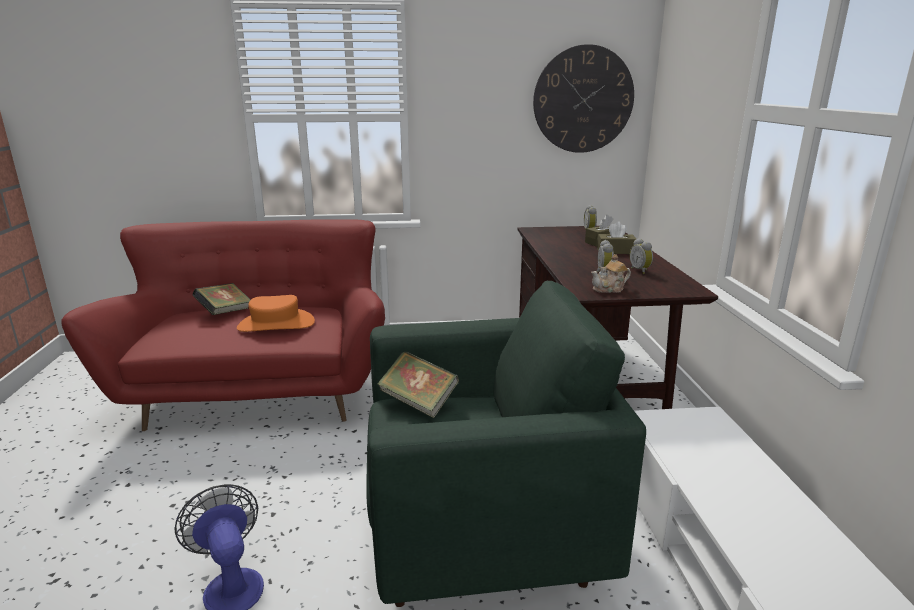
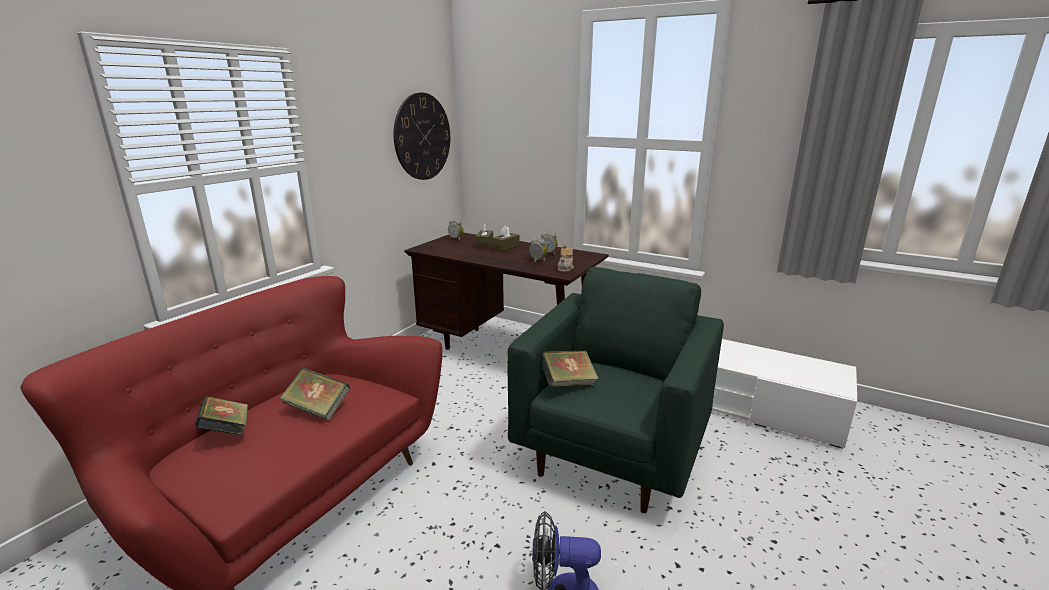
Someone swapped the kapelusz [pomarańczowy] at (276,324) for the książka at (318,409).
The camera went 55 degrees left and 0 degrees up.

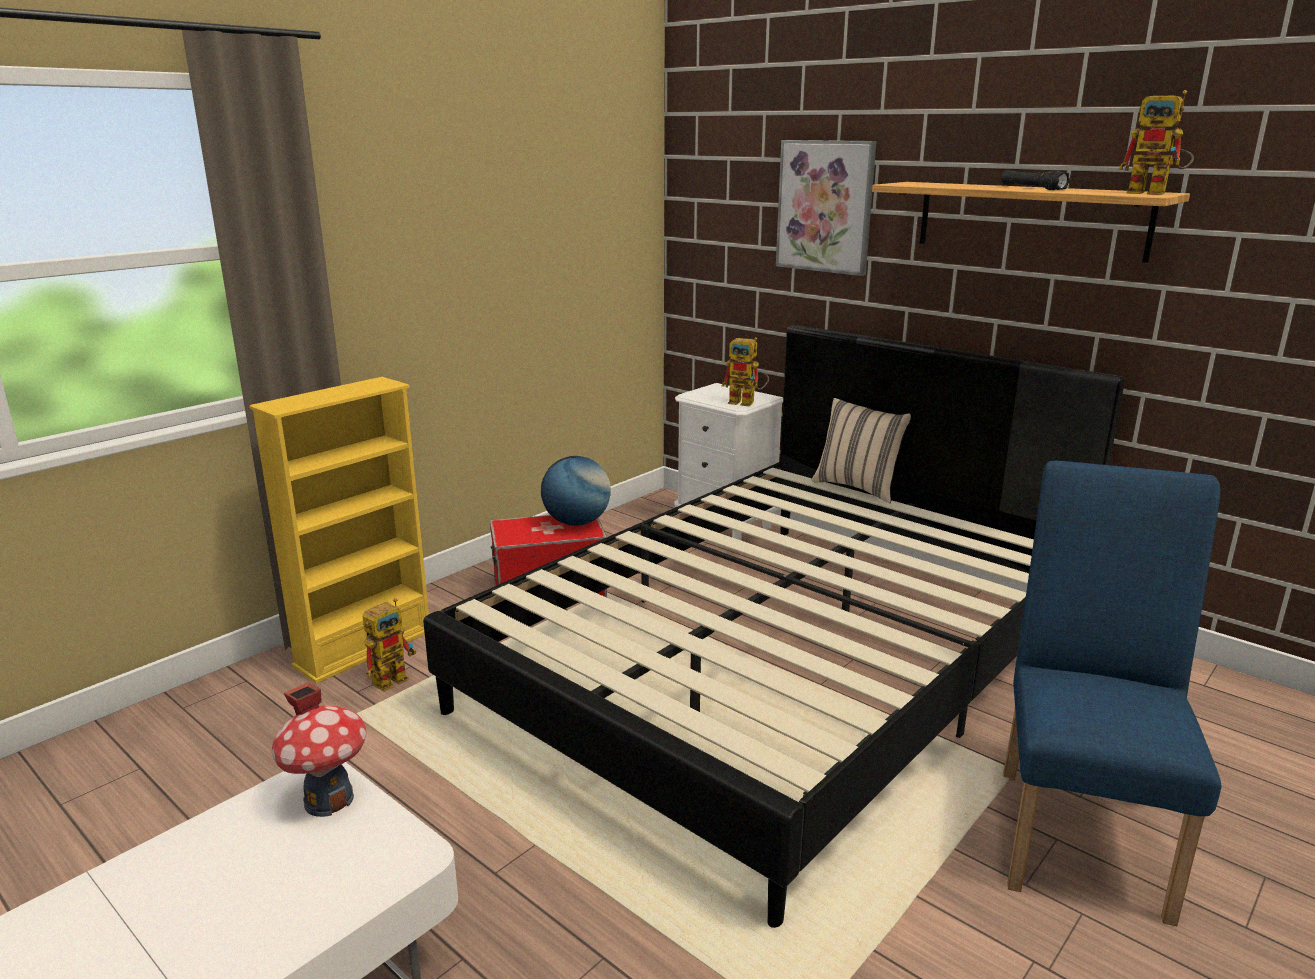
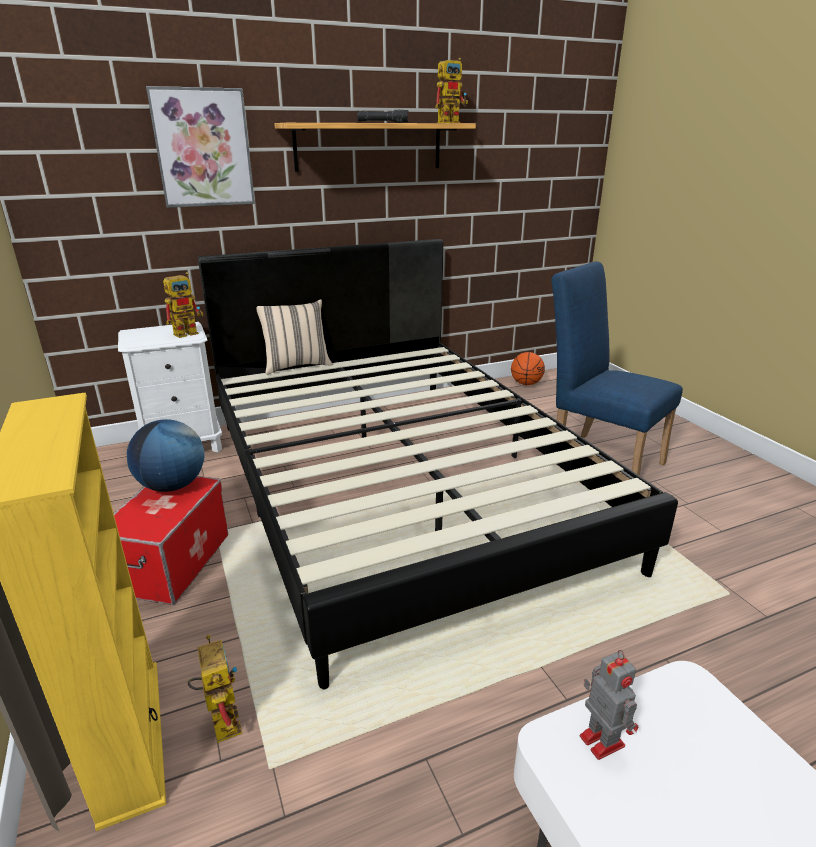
Someone put down the piłka do koszykówki at (526,384).
Someone swapped the domek at (329,800) for the robot zabawkowy at (600,739).
The camera went 65 degrees left and 5 degrees up.

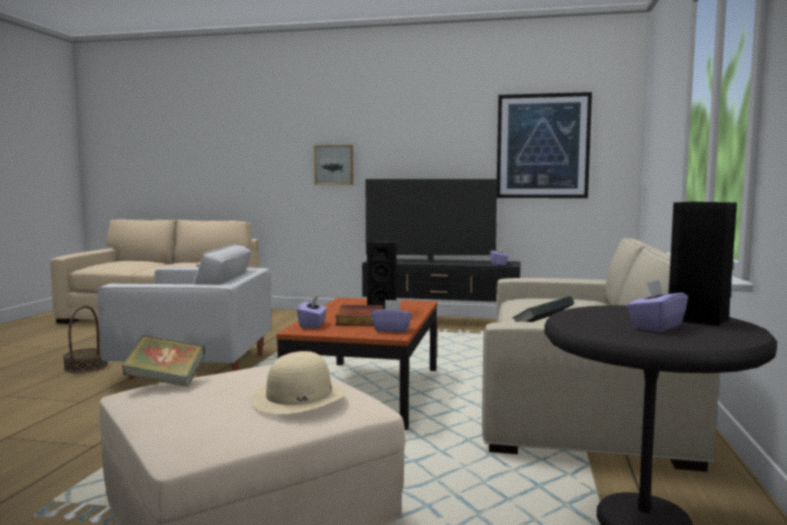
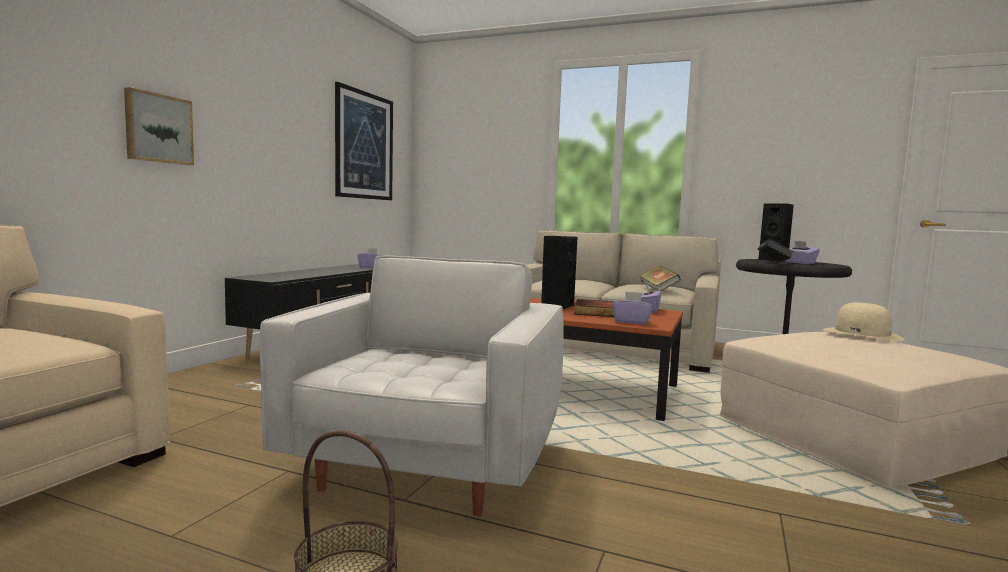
Someone carried the książka from (165,381) to (774,263).
Someone took away the telewizor at (430,261).
The camera went 80 degrees left and 0 degrees up.

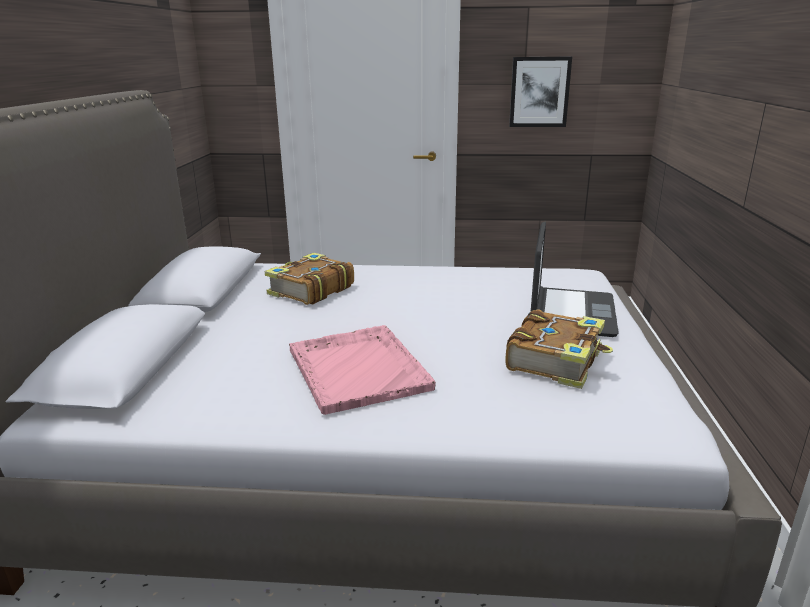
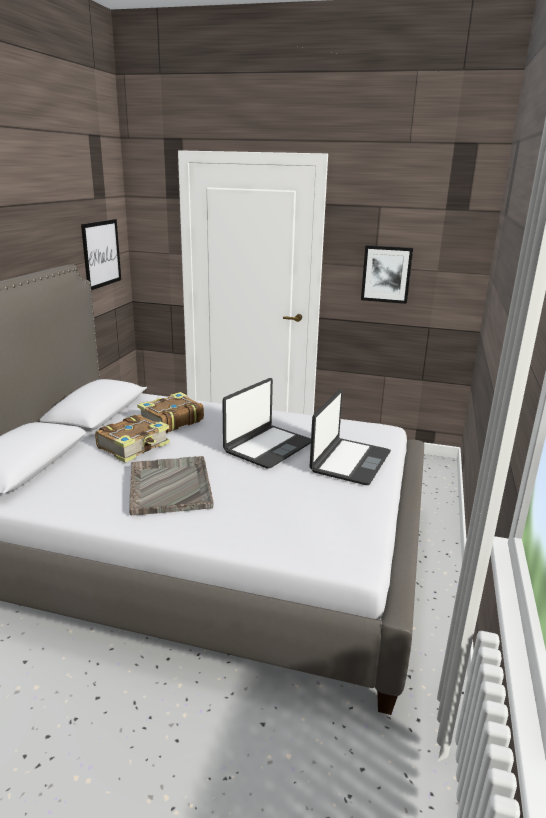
Someone put up the obraz at (101,254).
Someone carried the książka from (556,360) to (134,446).
Someone repainted the taca [różowy] at (357,369), which became the taca [szary] at (170,486).
Someone put down the laptop at (267,447).
The camera went 10 degrees right and 0 degrees up.

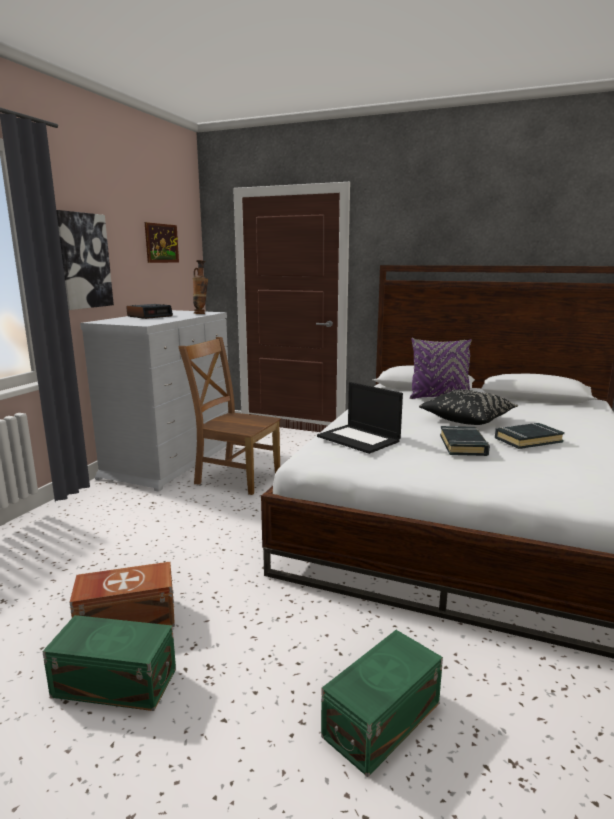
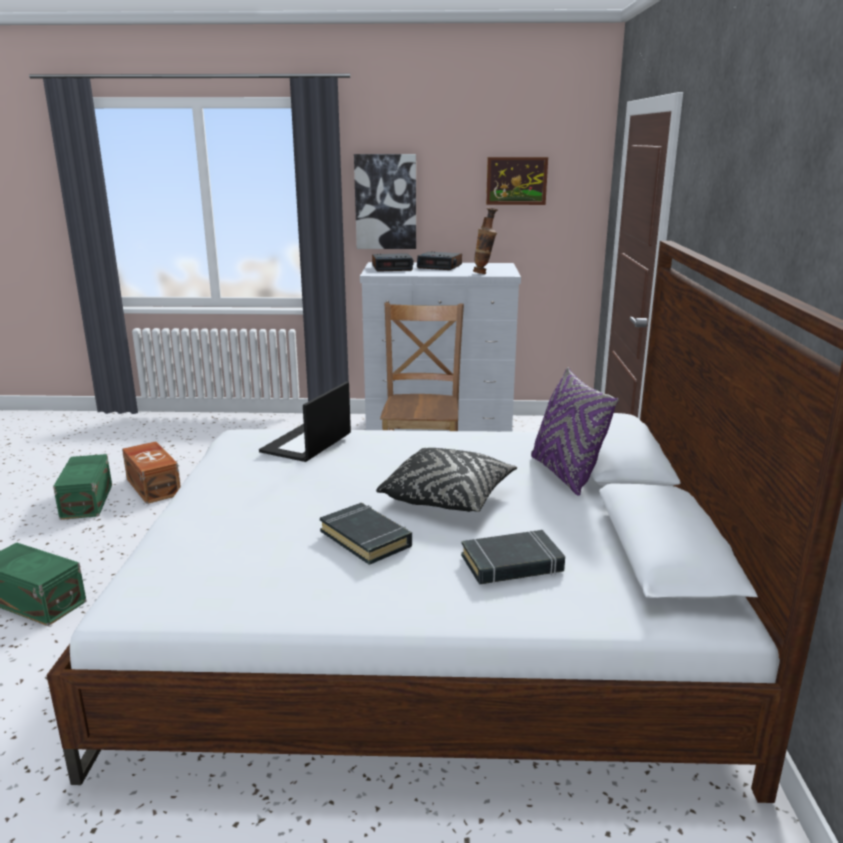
Someone put down the budzik at (392,268).
Someone carried the książka [czarny] from (463,445) to (512,564).
The camera went 70 degrees right and 5 degrees up.

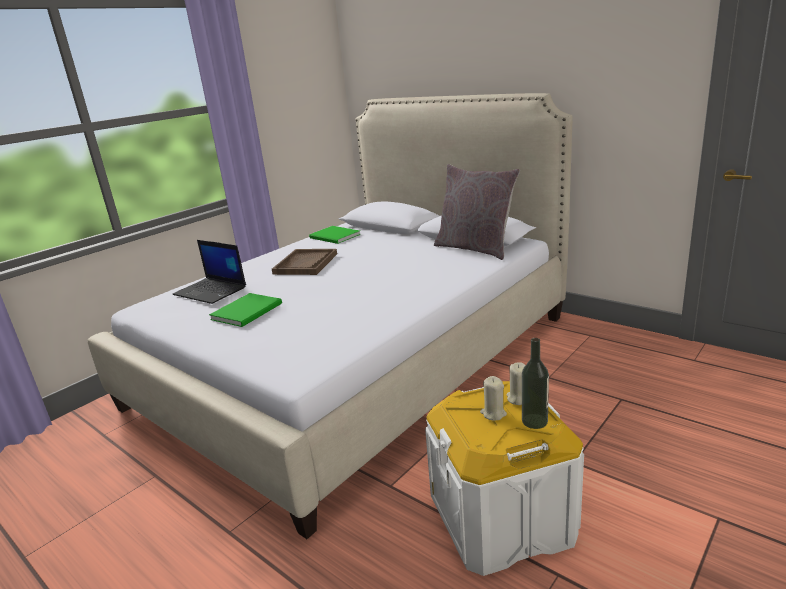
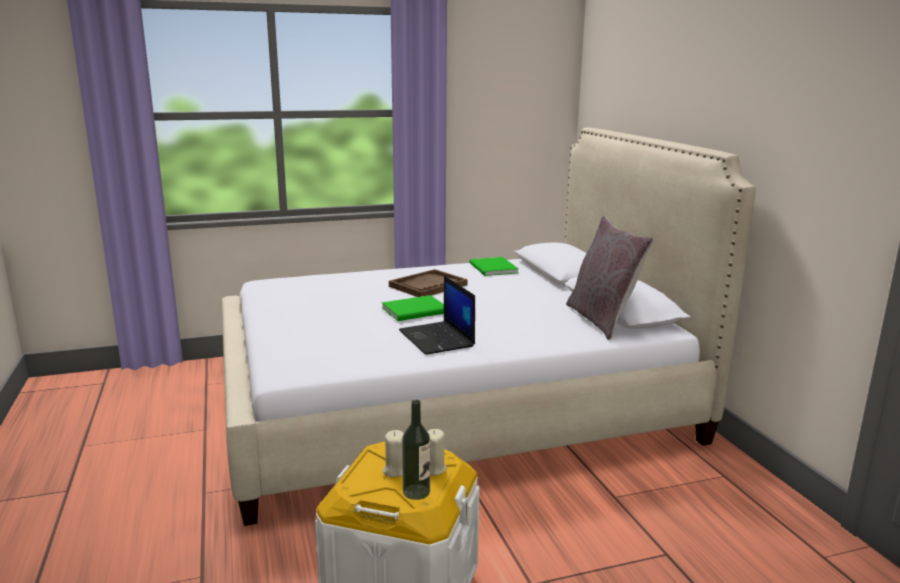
Someone carried the książka [zielony] from (249,311) to (417,310).
Someone carried the laptop from (211,291) to (437,339).
The camera went 30 degrees right and 5 degrees down.

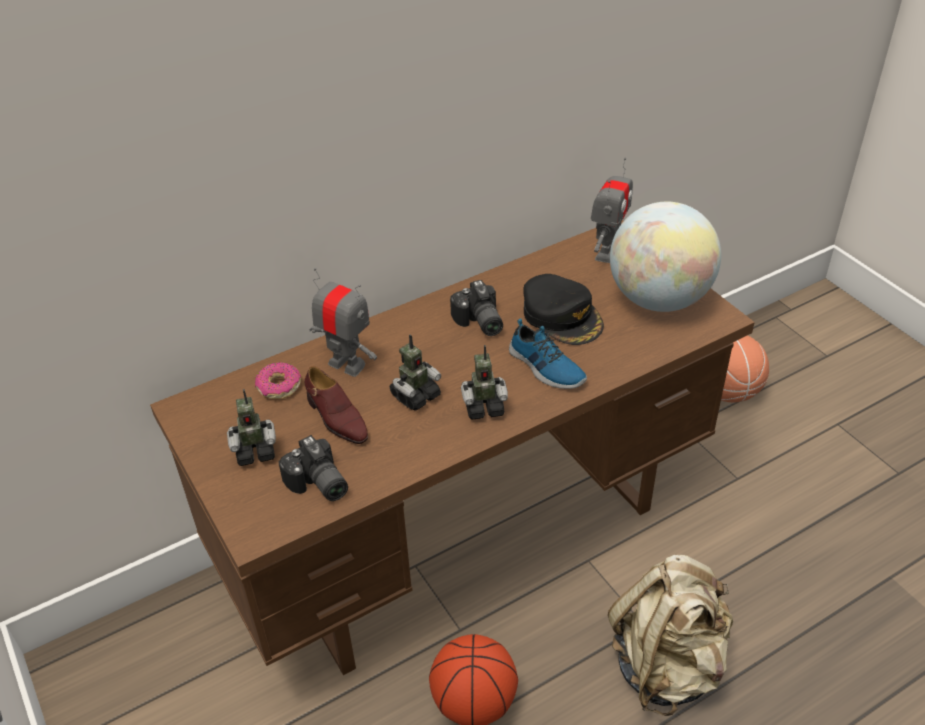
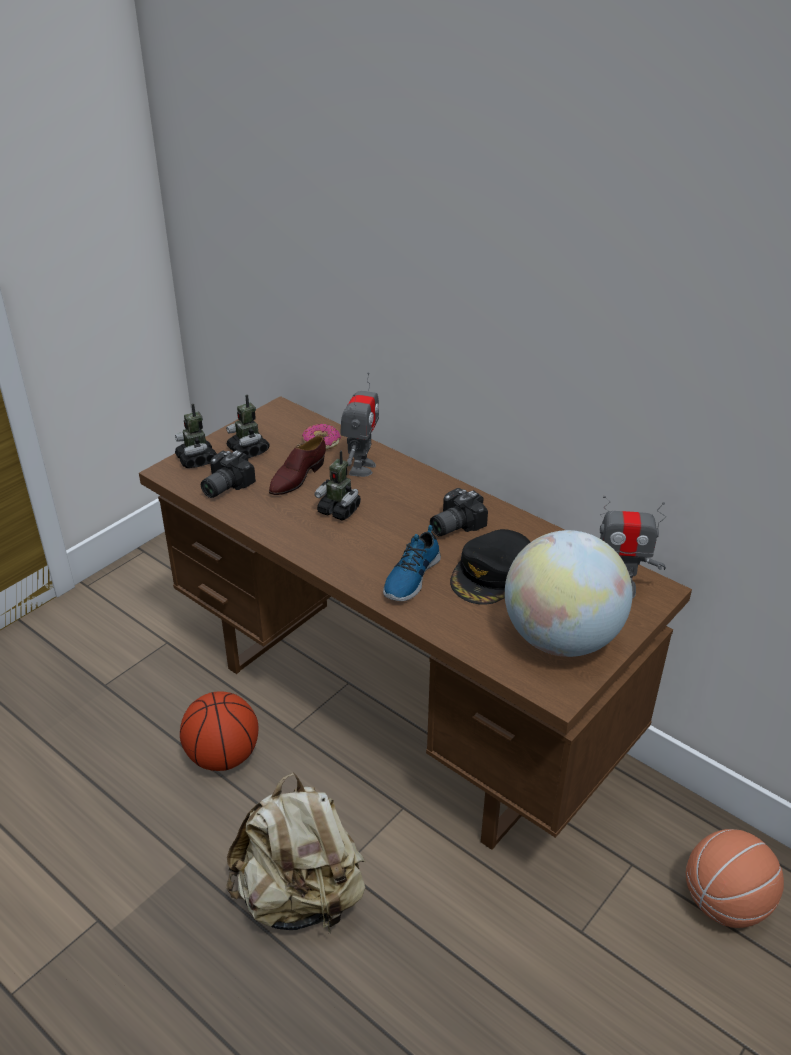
Someone carried the robot zabawkowy from (483,407) to (197,460).
The camera went 70 degrees right and 5 degrees down.

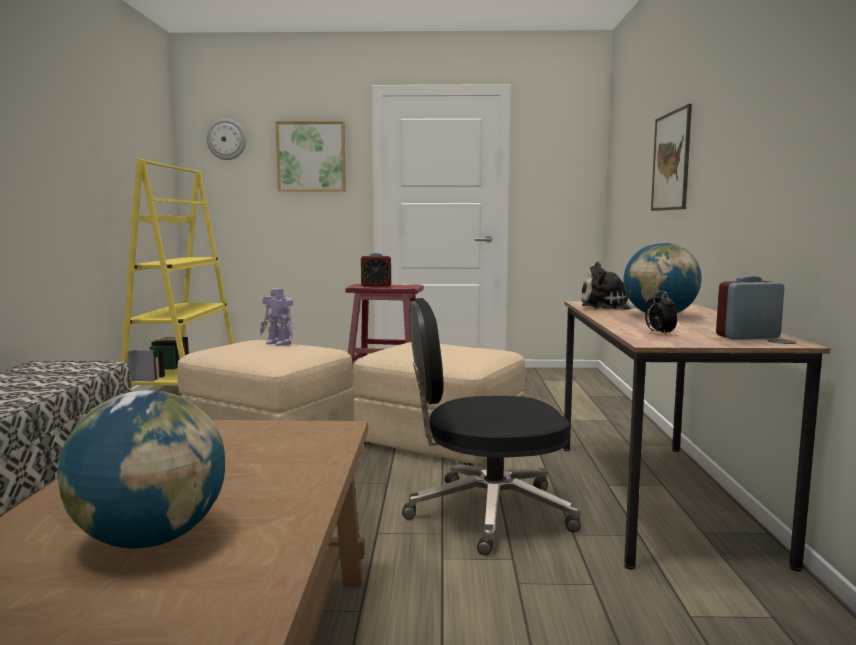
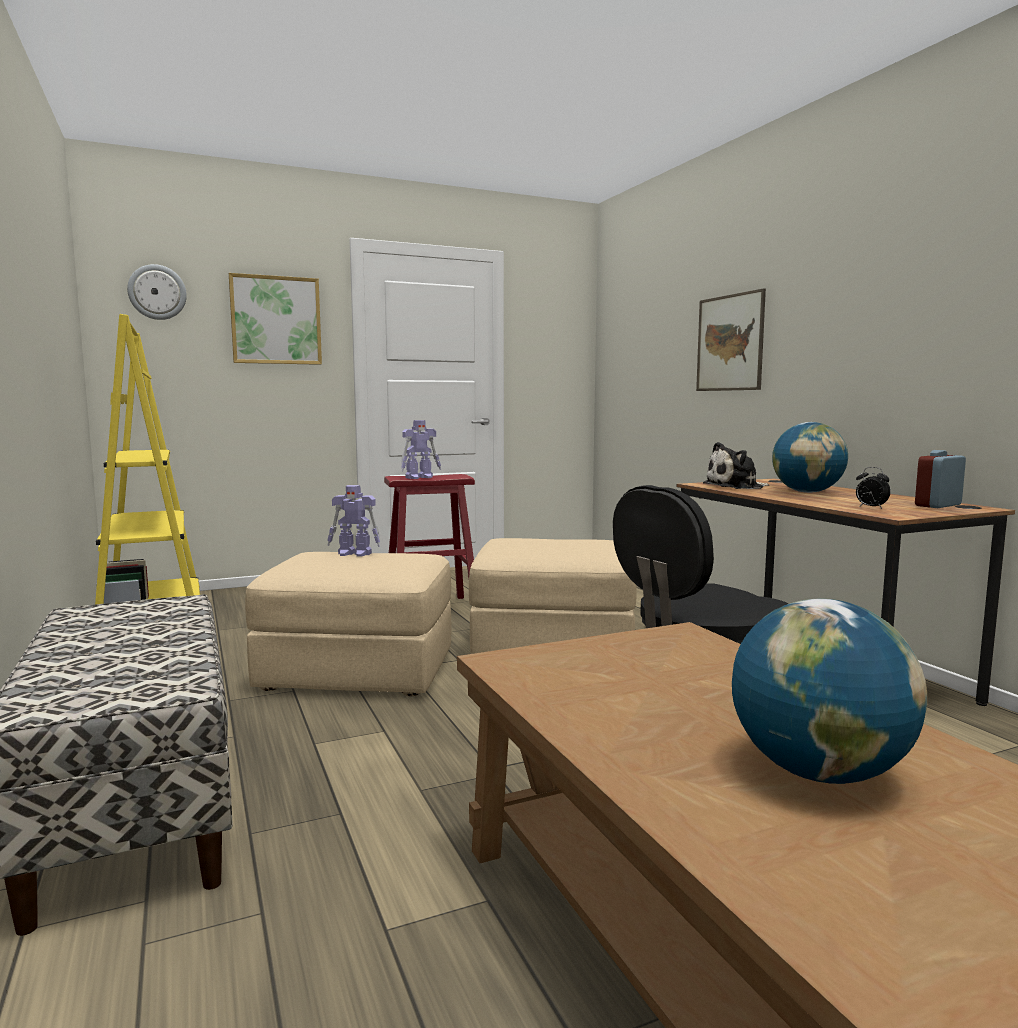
Someone swapped the budzik at (376,285) for the robot zabawkowy at (420,477).
The camera went 25 degrees left and 0 degrees up.

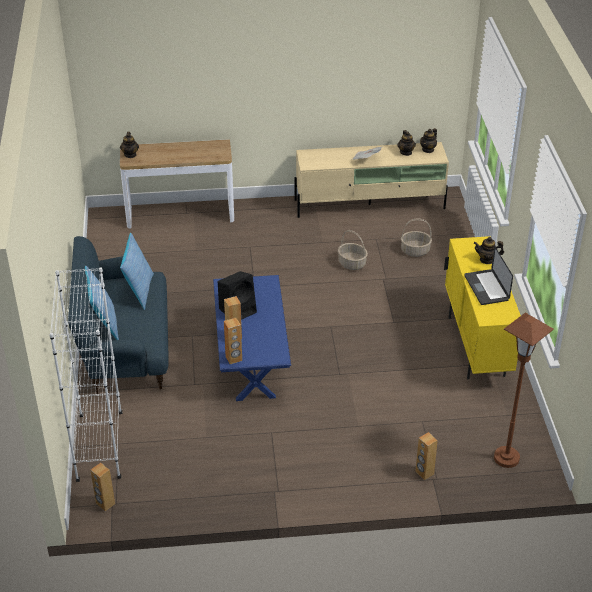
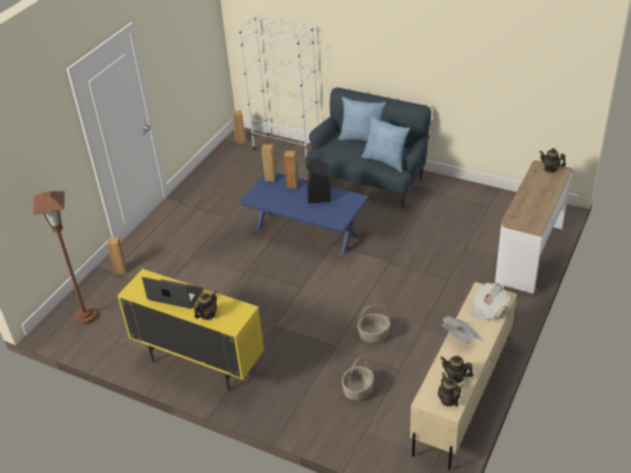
Someone put down the gazeta at (487,309).
The camera went 125 degrees right and 0 degrees up.

